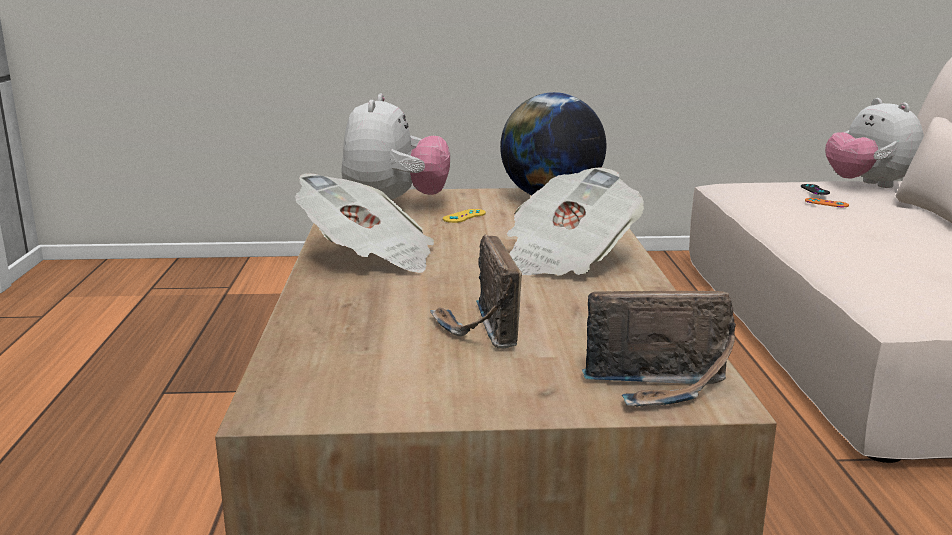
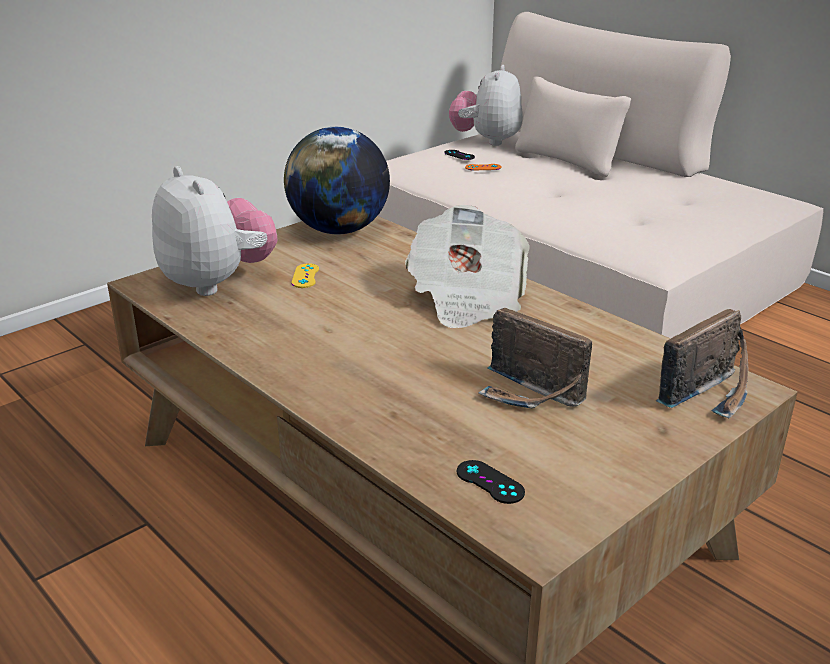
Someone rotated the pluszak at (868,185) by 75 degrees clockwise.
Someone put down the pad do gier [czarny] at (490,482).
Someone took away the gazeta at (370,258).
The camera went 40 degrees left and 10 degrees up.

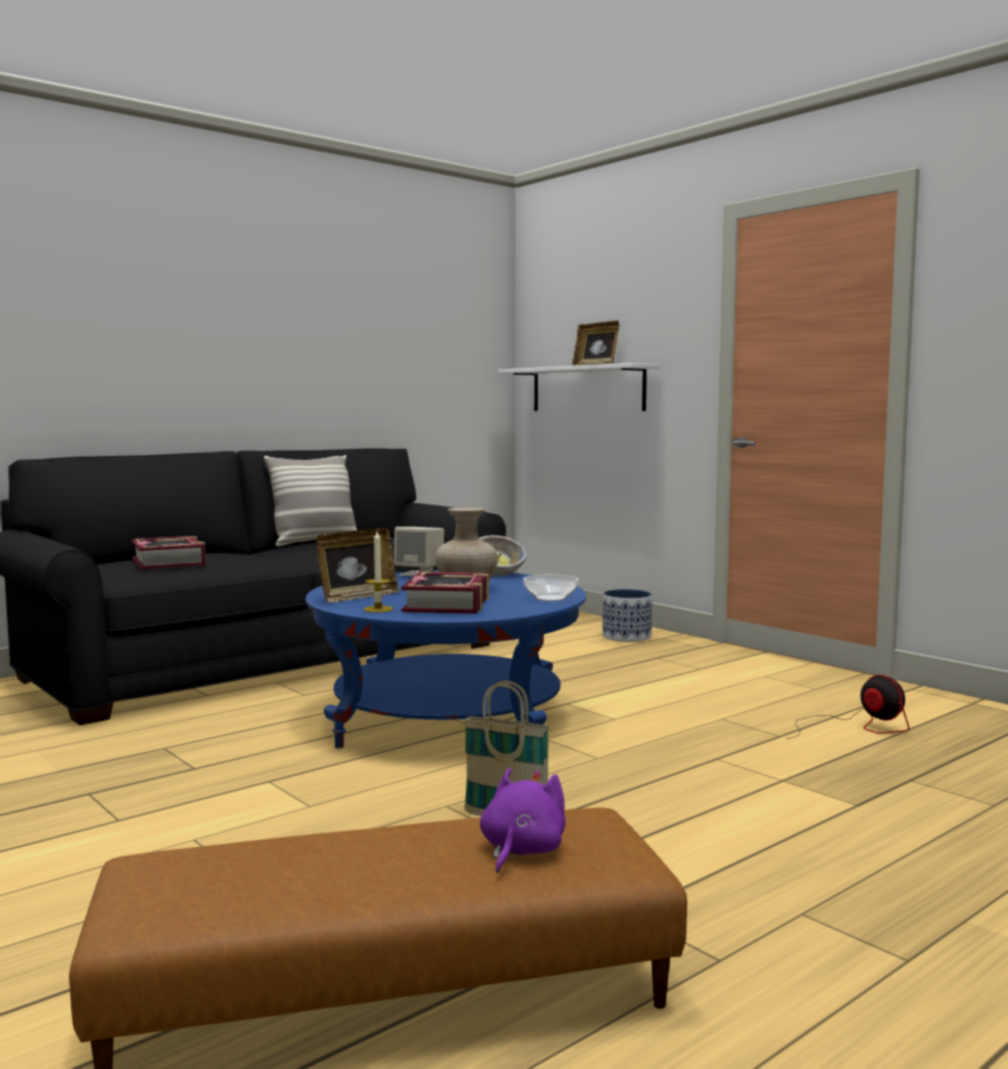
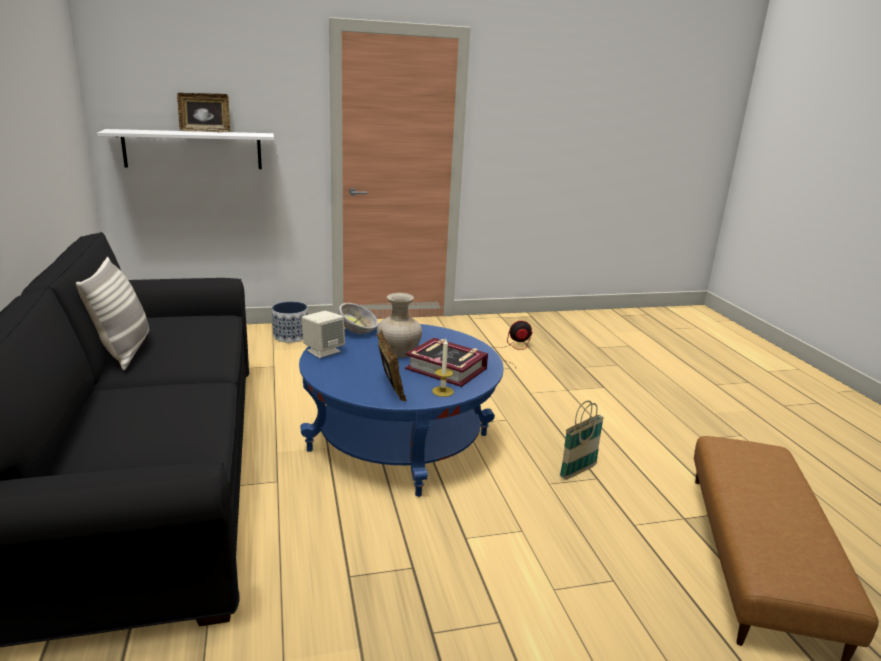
Someone took away the książka at (169,562).
Someone took away the pluszak [fioletowy] at (521,851).
Someone took away the miska at (550,598).
The camera went 65 degrees left and 15 degrees up.

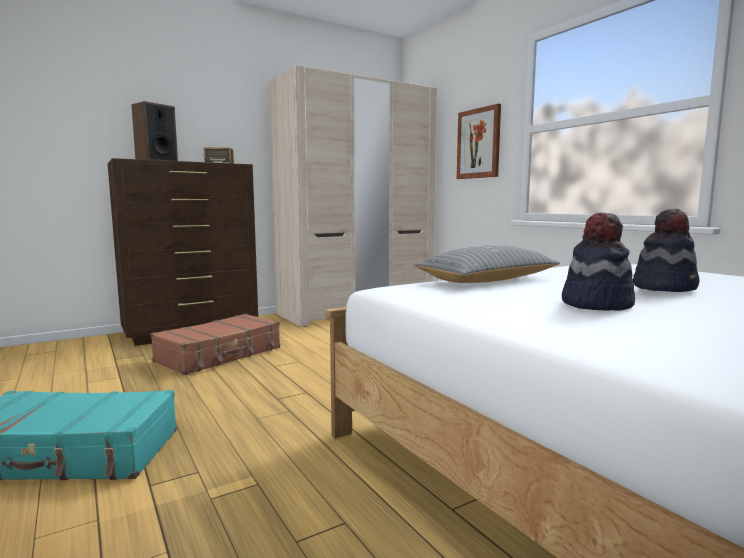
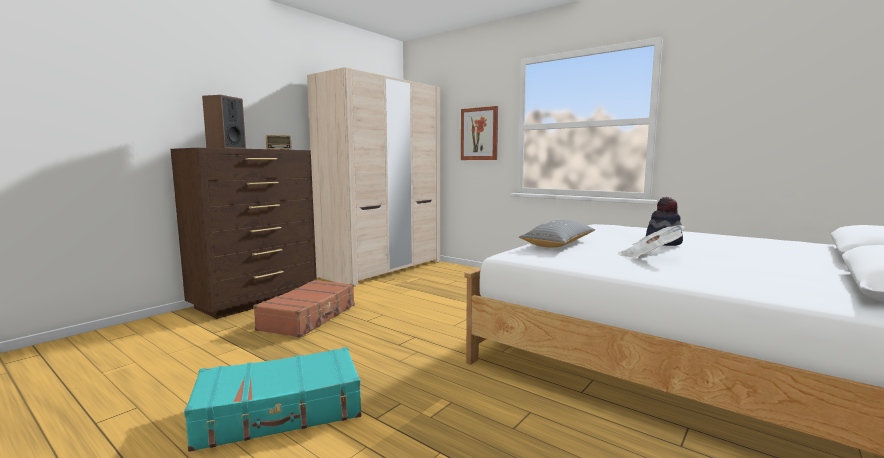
Someone swapped the kapelusz at (596,304) for the gazeta at (648,257).
The camera went 20 degrees left and 0 degrees up.

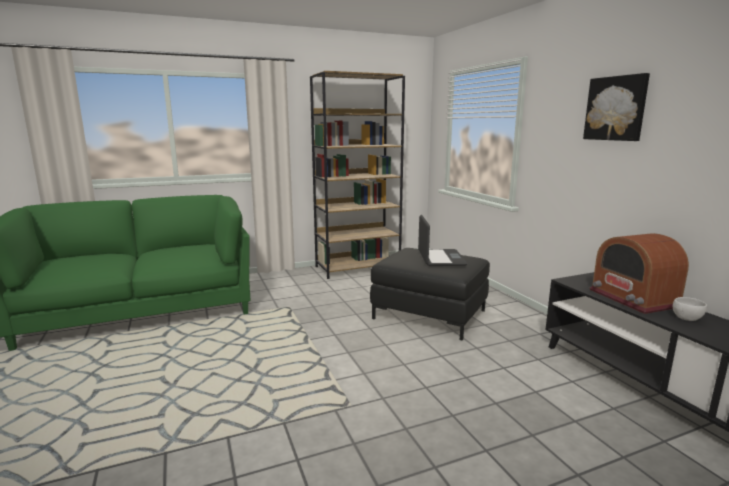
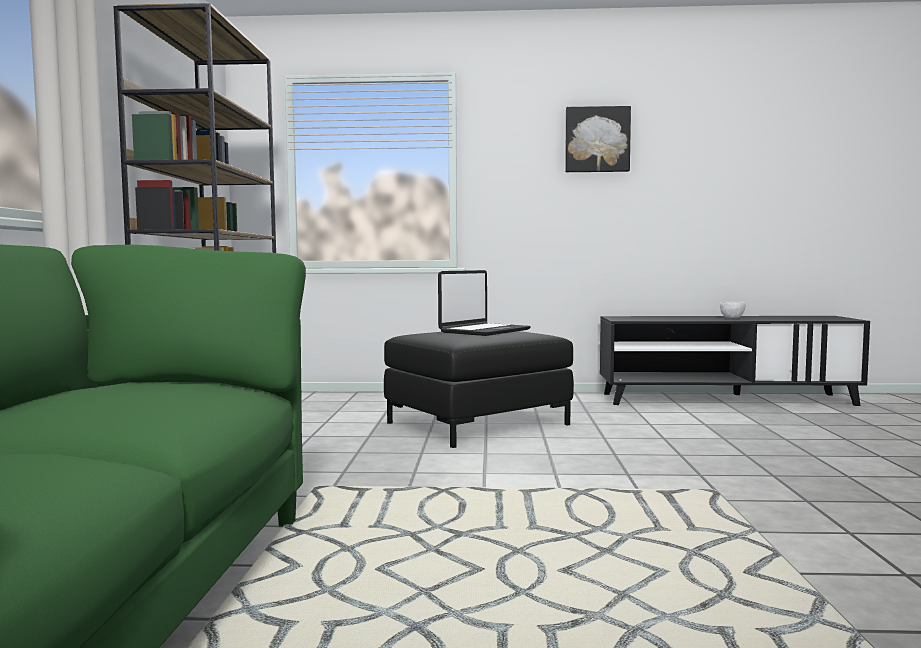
Someone rotated the laptop at (440,258) by 105 degrees clockwise.
Someone took away the radio at (633,298).
The camera went 65 degrees left and 10 degrees down.

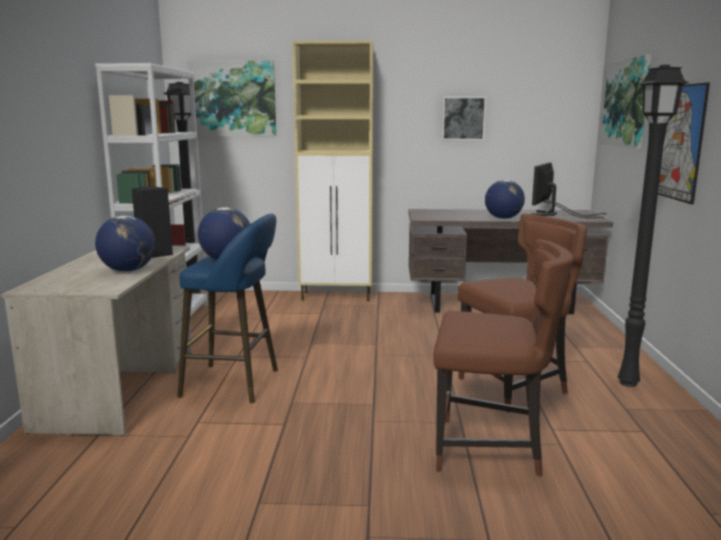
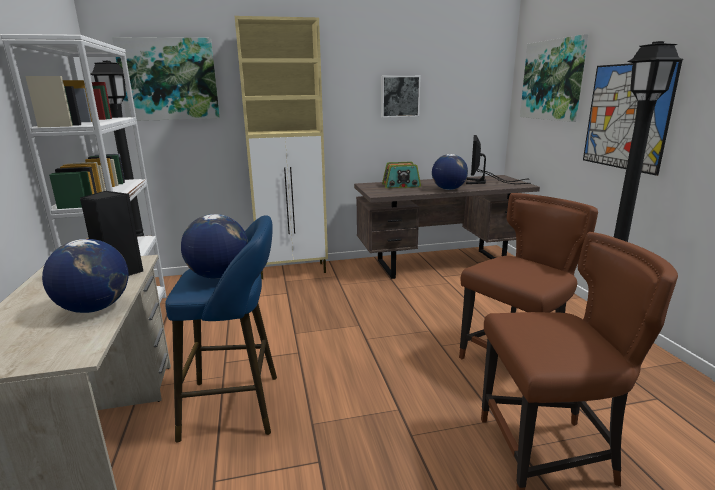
Someone put down the radio at (401,185).
The camera went 15 degrees left and 5 degrees up.

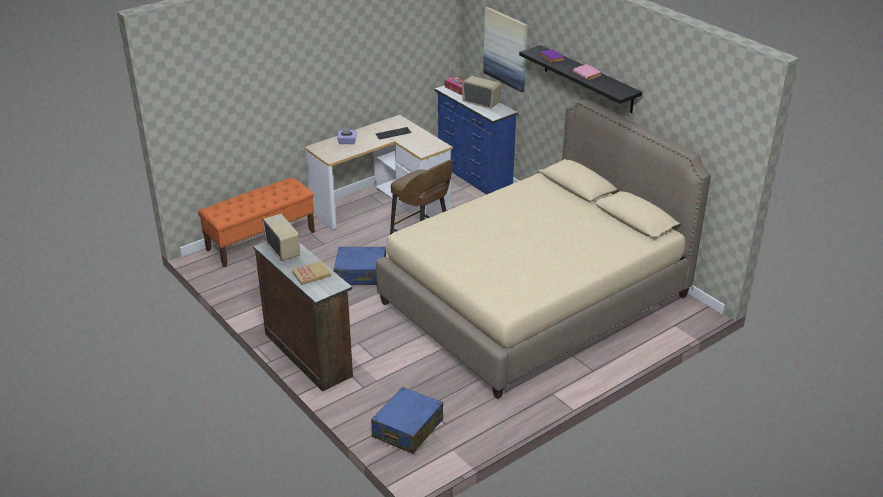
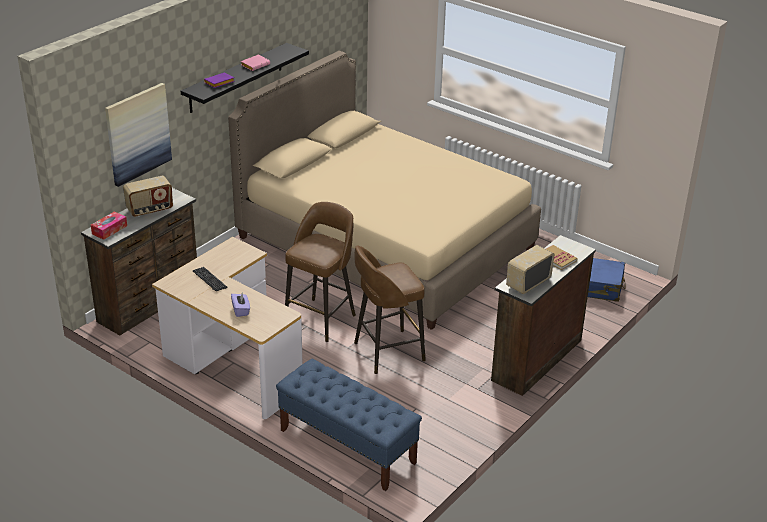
Someone repainted the komoda [niebieski] at (474,176), which became the komoda [brązowy] at (150,304).
Someone rotated the radio at (481,103) by 135 degrees counterclockwise.
Someone repainted the ławka [pomarańczowy] at (261,240), which became the ławka [niebieski] at (347,446).
Someone swapped the walizka [niebieski] at (361,274) for the stołek [brązowy] at (386,352).
The camera went 105 degrees left and 0 degrees up.

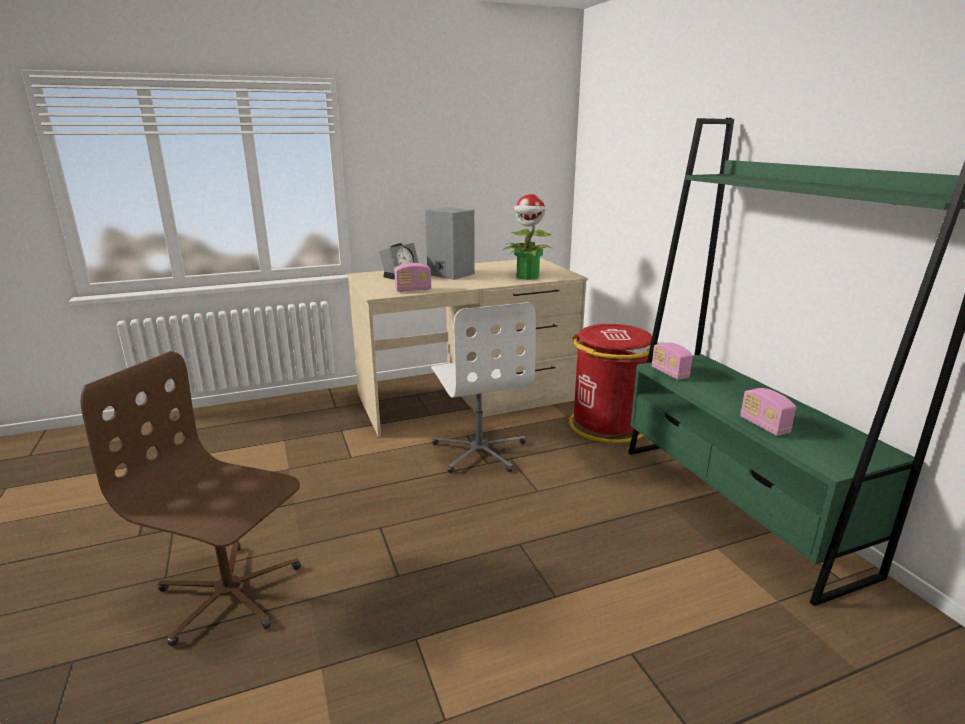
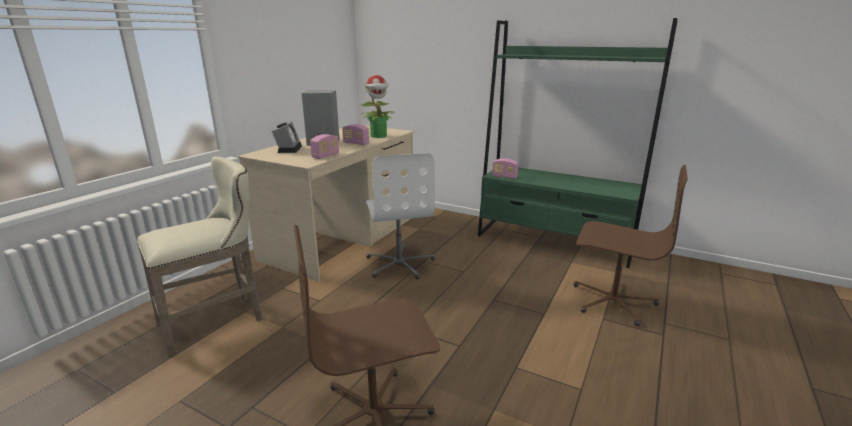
Someone put down the stołek [beżowy] at (217,321).
Someone carried the radio from (764,426) to (356,143).
Someone rotated the krzesło biurowe [biały] at (480,451) by 45 degrees clockwise.
Someone put down the krzesło biurowe [brązowy] at (612,301).
Someone took away the kosz na śmieci [czerwony] at (606,425).
The camera went 40 degrees left and 0 degrees up.

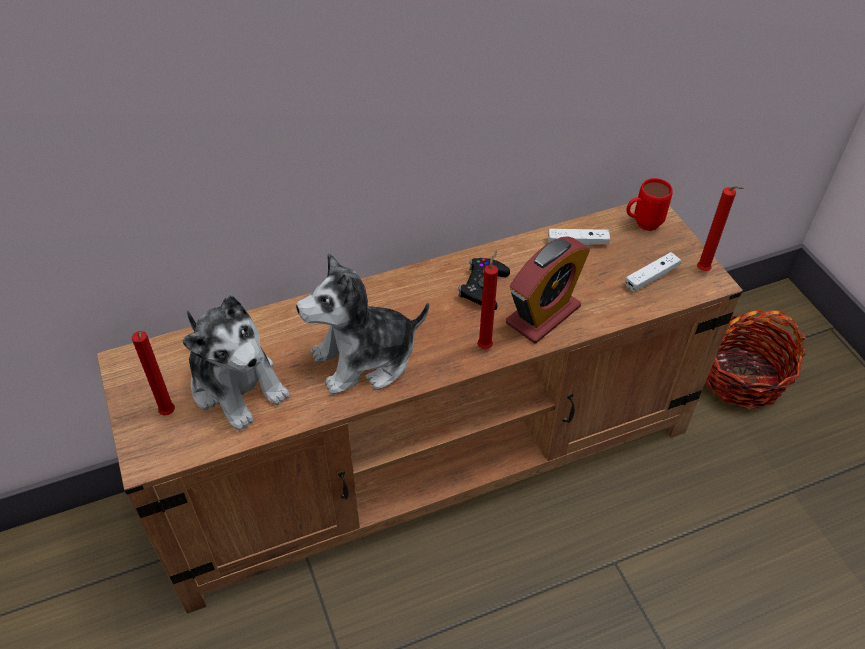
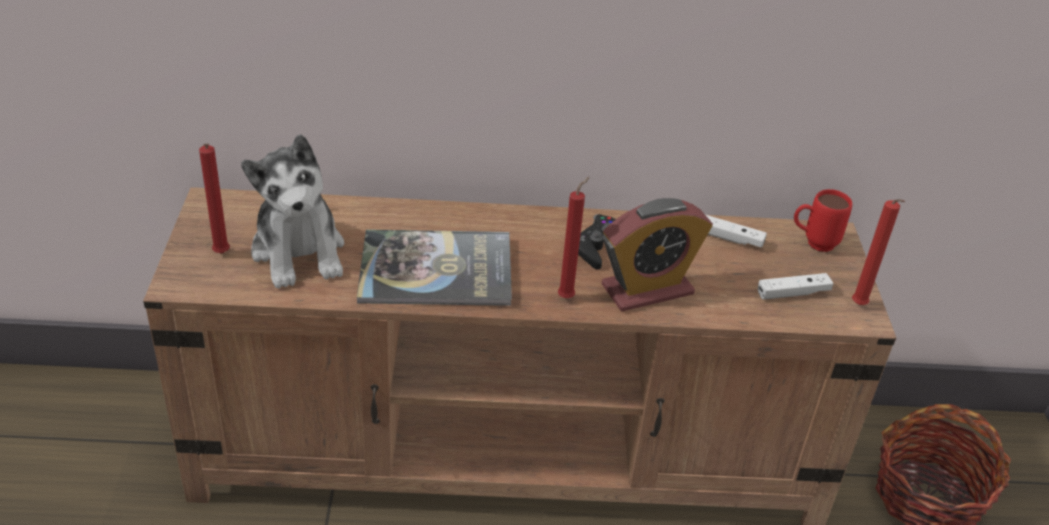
Someone swapped the pluszak at (365,359) for the książka at (436,270).
The camera went 20 degrees right and 10 degrees down.

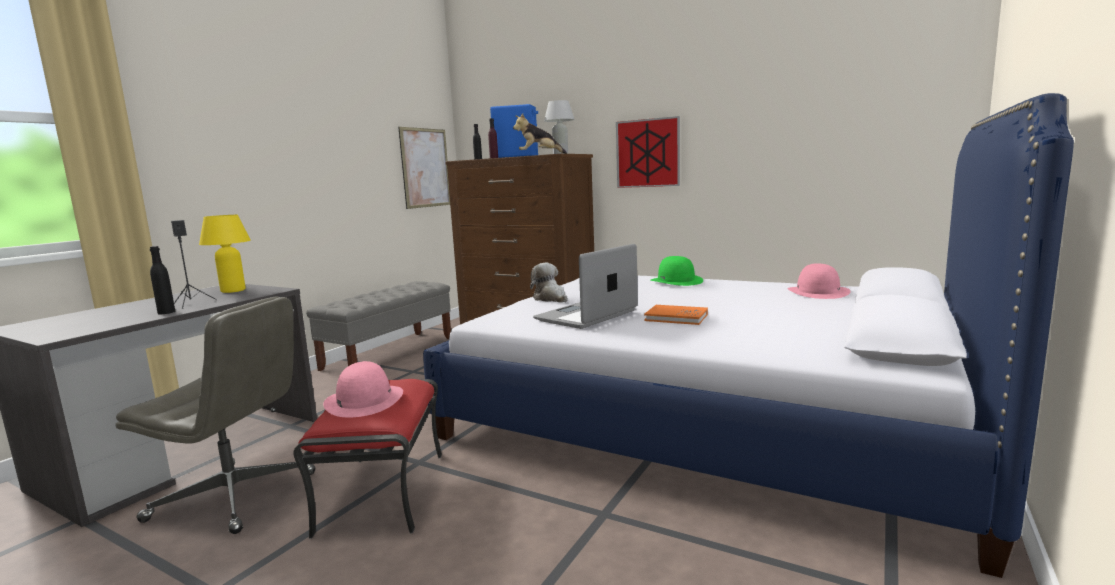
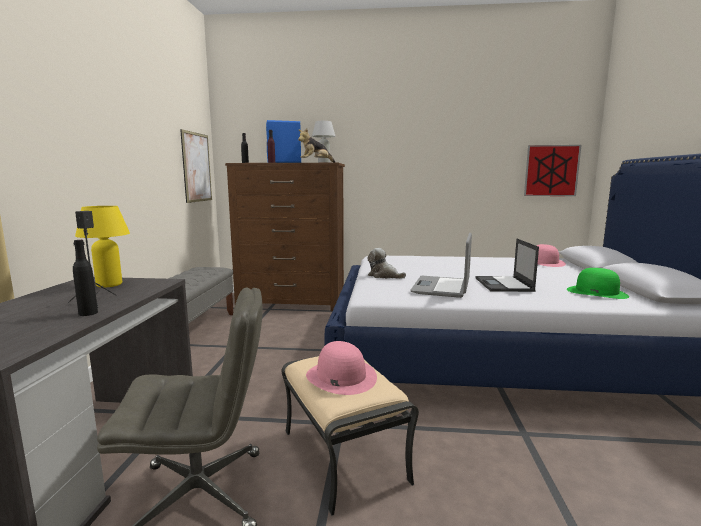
Someone repainted the pufa [czerwony] at (382,491), which became the pufa [beżowy] at (341,455).
Someone swapped the książka [pomarańczowy] at (676,317) for the laptop at (504,284).
Someone carried the obraz from (648,153) to (551,170).
Someone carried the kapelusz [zielony] from (676,281) to (597,292).
The camera went 25 degrees left and 0 degrees up.

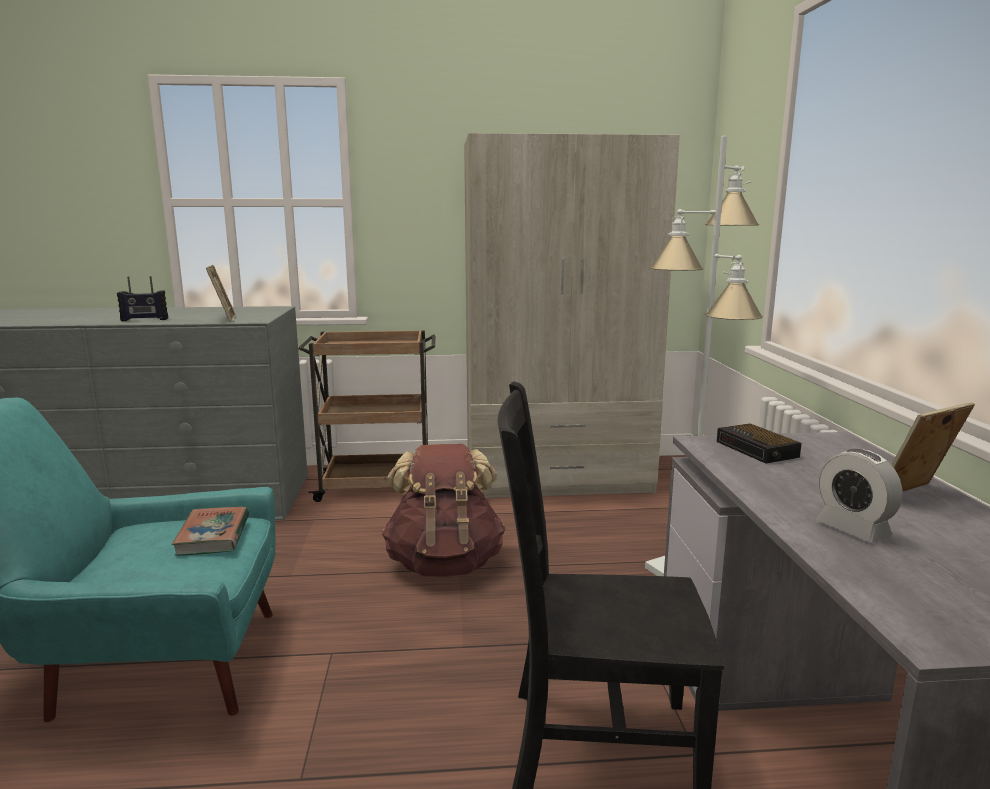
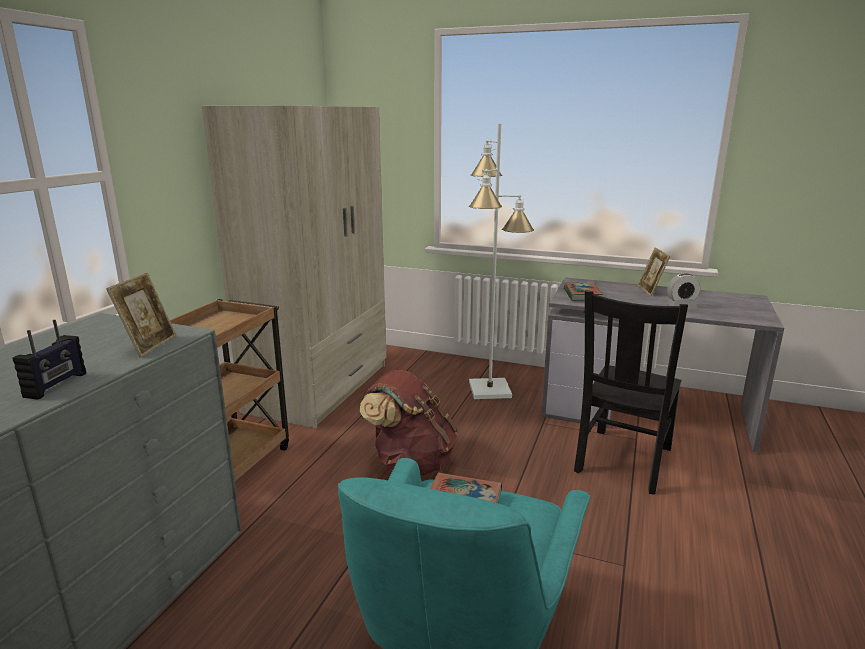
Someone rotated the ramka na zdjęcie at (224,319) by 90 degrees clockwise.
Someone swapped the budzik at (758,450) for the książka at (582,295).
The camera went 65 degrees left and 5 degrees up.

